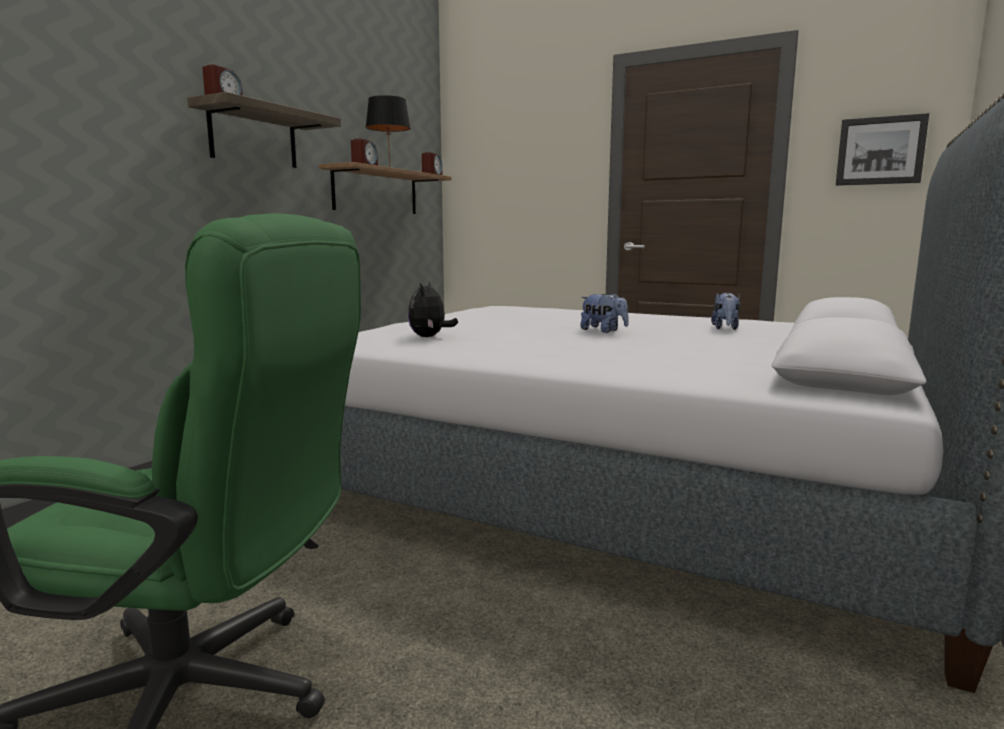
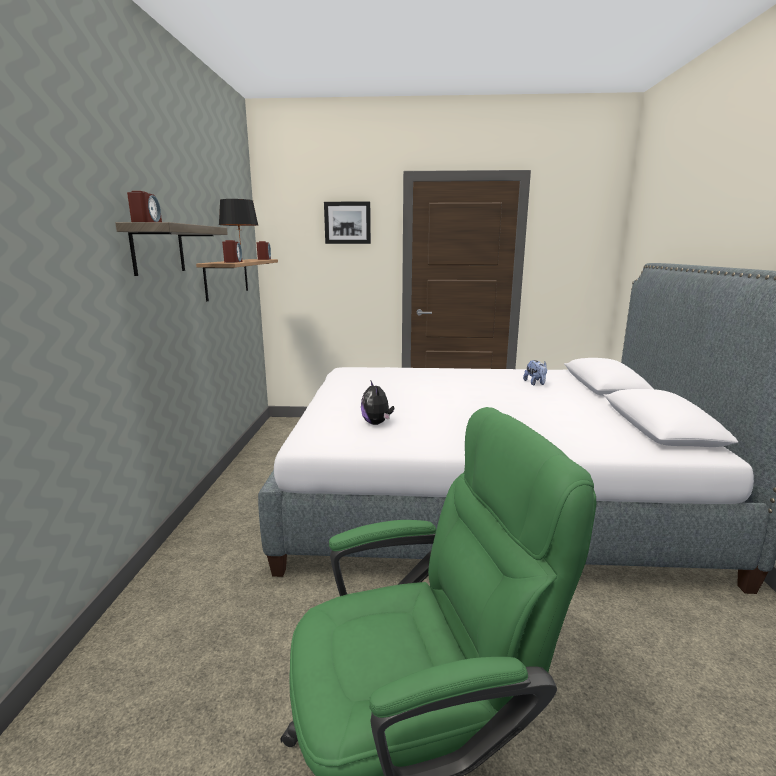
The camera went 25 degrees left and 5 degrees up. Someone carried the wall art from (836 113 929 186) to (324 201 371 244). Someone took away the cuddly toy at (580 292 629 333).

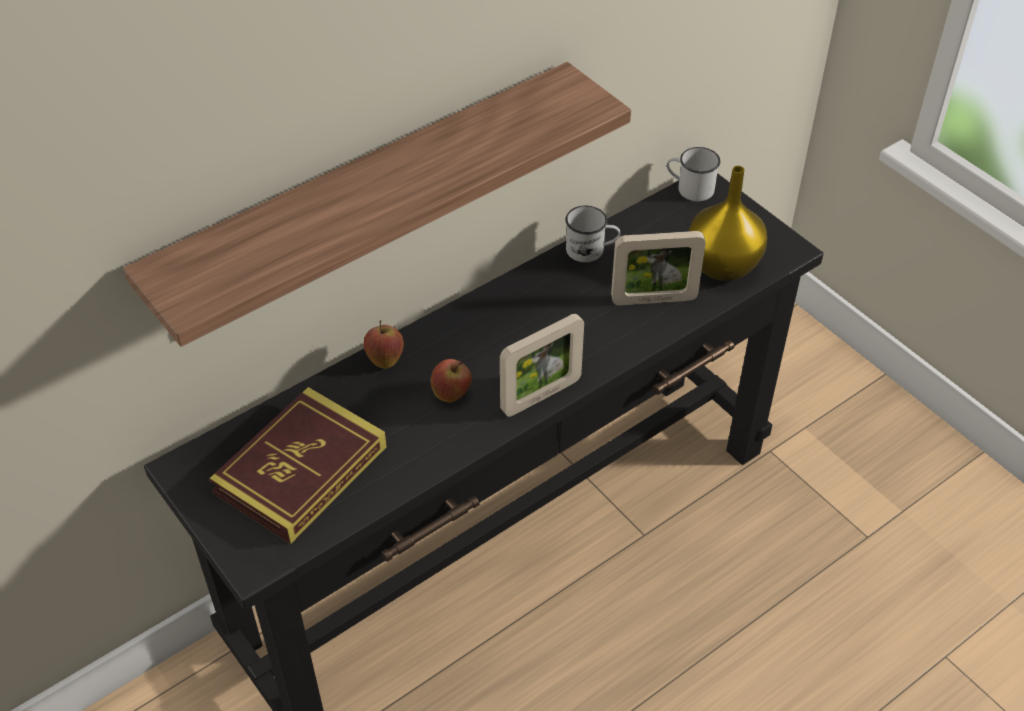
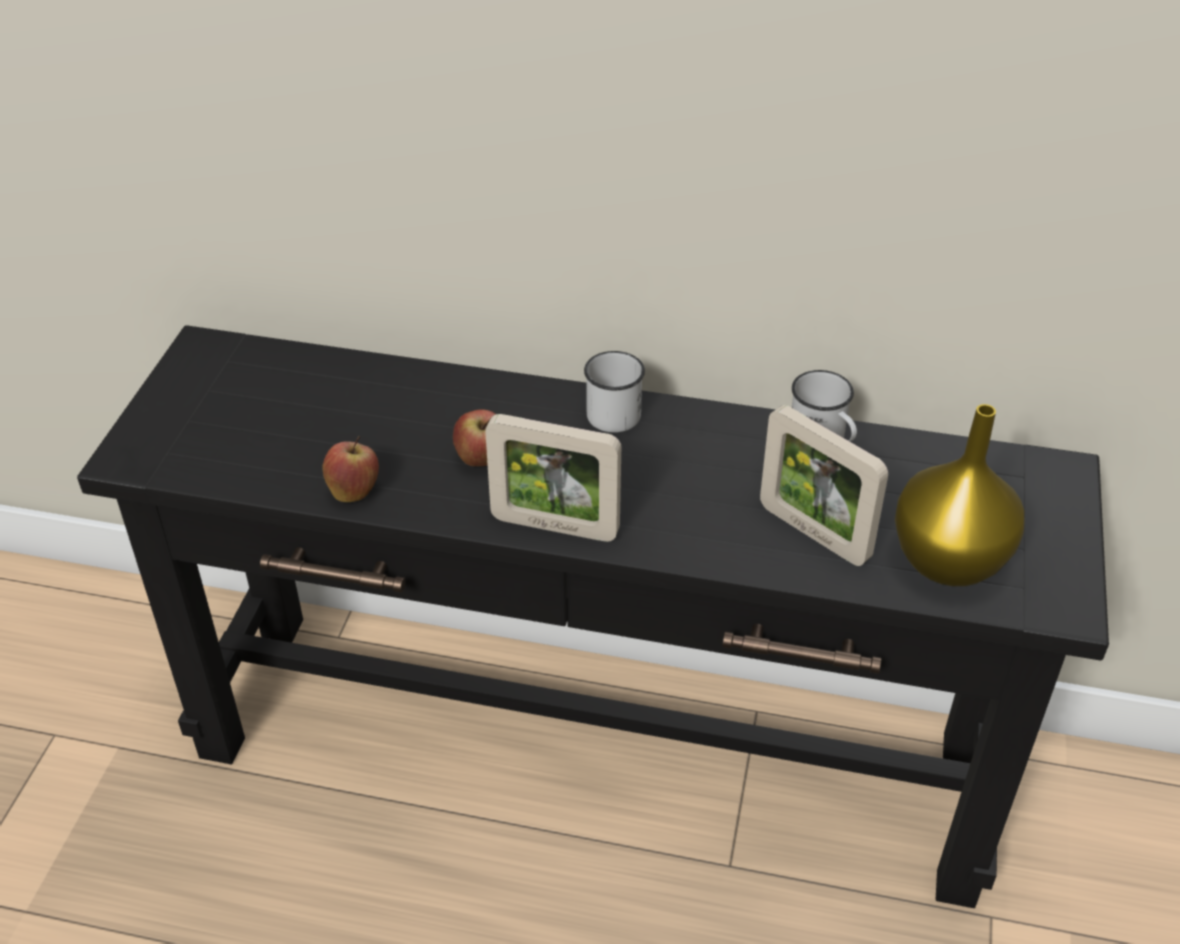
The camera went 50 degrees right and 5 degrees down. Someone carried the apple from (364 320 404 369) to (322 436 379 502). Someone carried the white mug from (667 147 721 201) to (584 351 645 433). Someone took away the wall shelf at (123 62 631 347). Someone took away the book at (209 387 387 544).

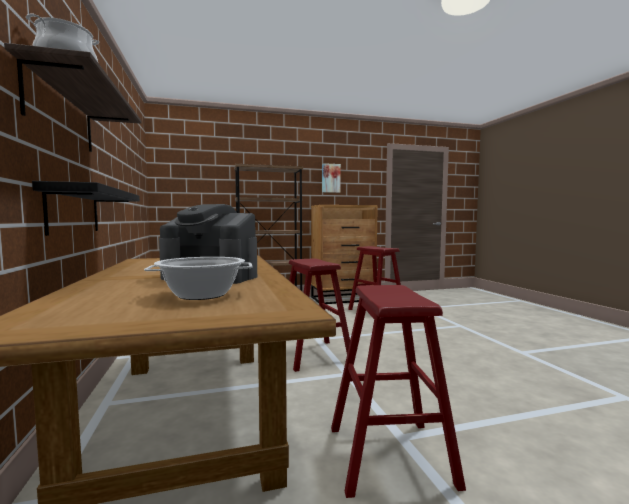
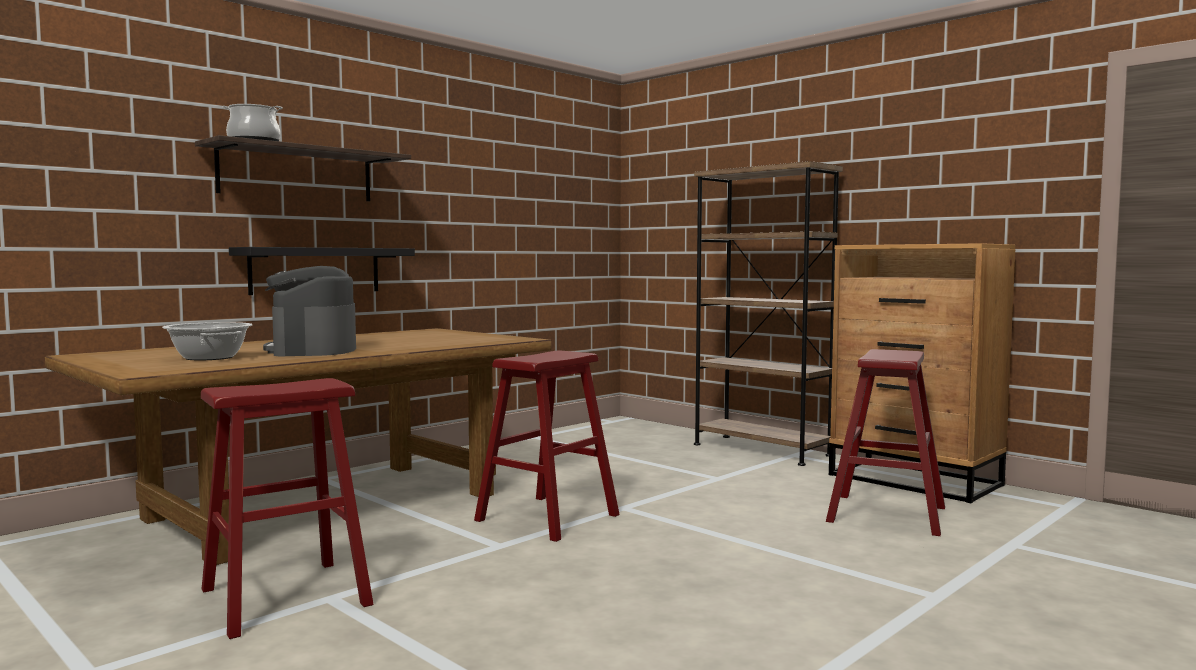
The camera went 60 degrees right and 0 degrees up. Someone took away the wall art at (322 163 341 193).

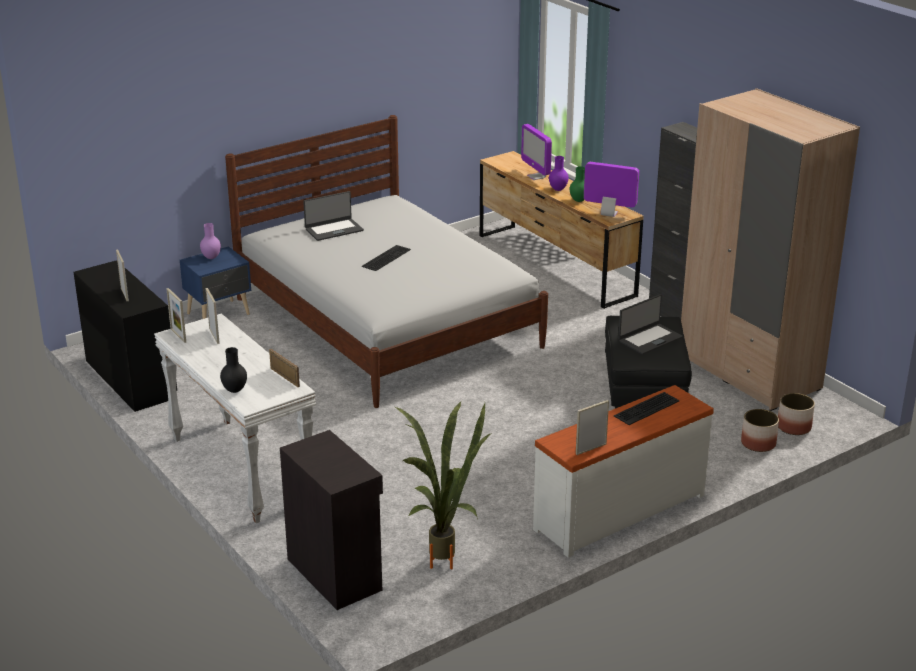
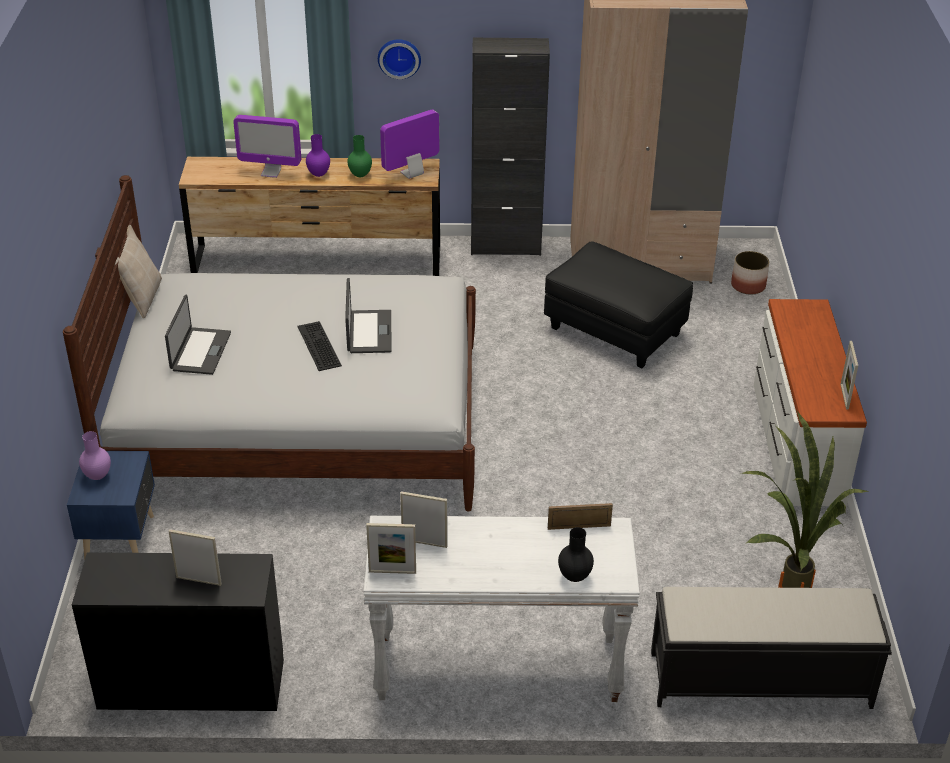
The camera went 55 degrees left and 10 degrees up. Someone put down the beige pillow at (114 225 162 318). Someone carried the notebook computer from (618 294 683 354) to (345 278 391 353). Someone put up the wall clock at (378 39 421 79). Someone swapped the black cabinet at (280 430 383 610) for the black bench at (651 587 892 709). Someone took away the keyboard at (614 392 680 425). Someone took away the planter at (741 409 779 452).

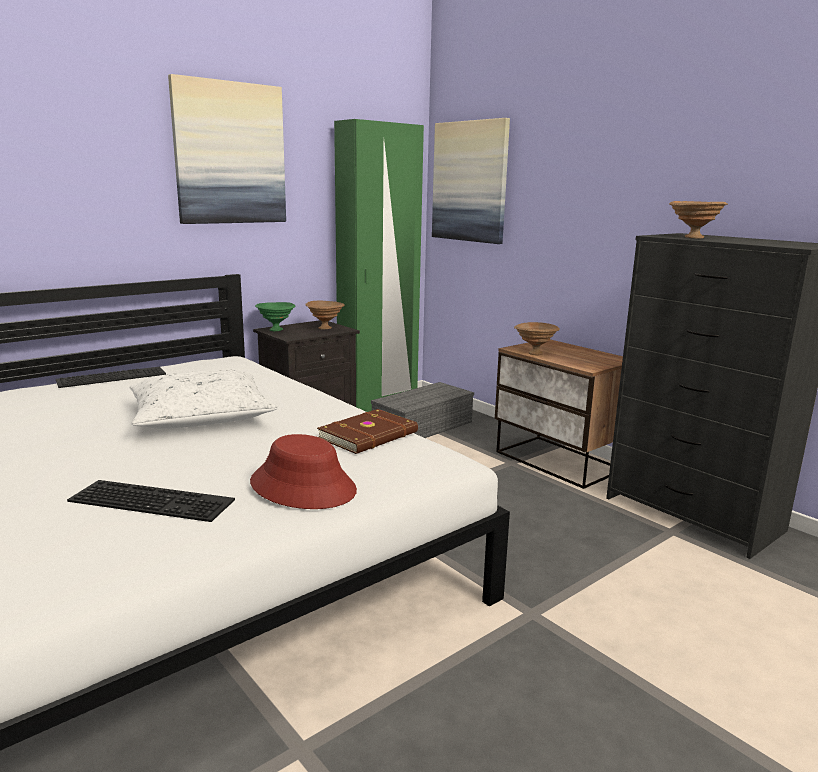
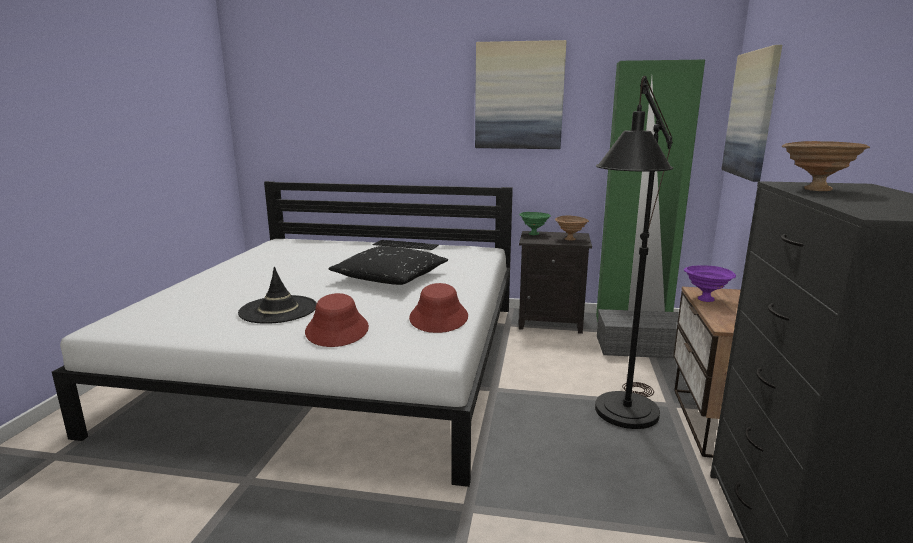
The camera went 50 degrees right and 0 degrees up. Someone swapped the keyboard at (67 480 235 522) for the black wearable hat at (238 267 317 324). Someone repainted the white pillow at (130 369 278 429), which became the black pillow at (328 246 448 285). Someone swapped the brown book at (317 409 418 454) for the red-coloured wearable hat at (409 283 468 333). Someone put down the black standard lamp at (595 76 673 429). Someone repainted the brown deep dish at (514 322 560 355), which became the purplish deep dish at (684 265 736 302).

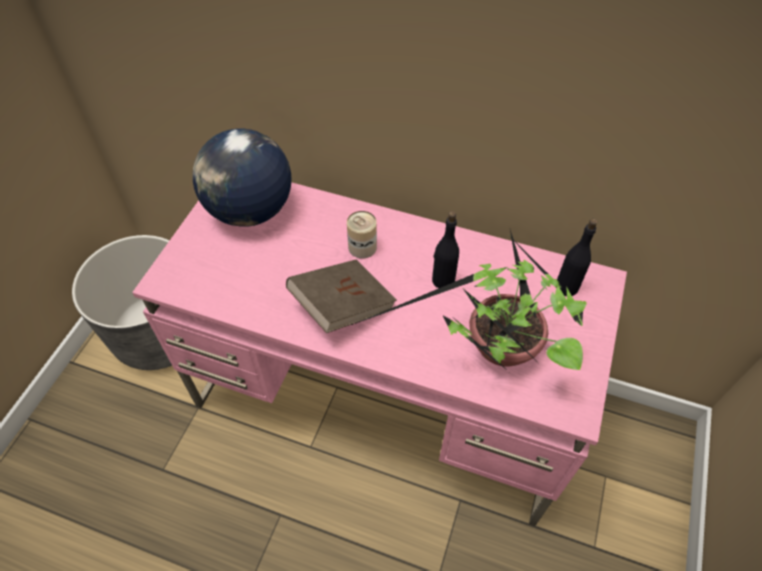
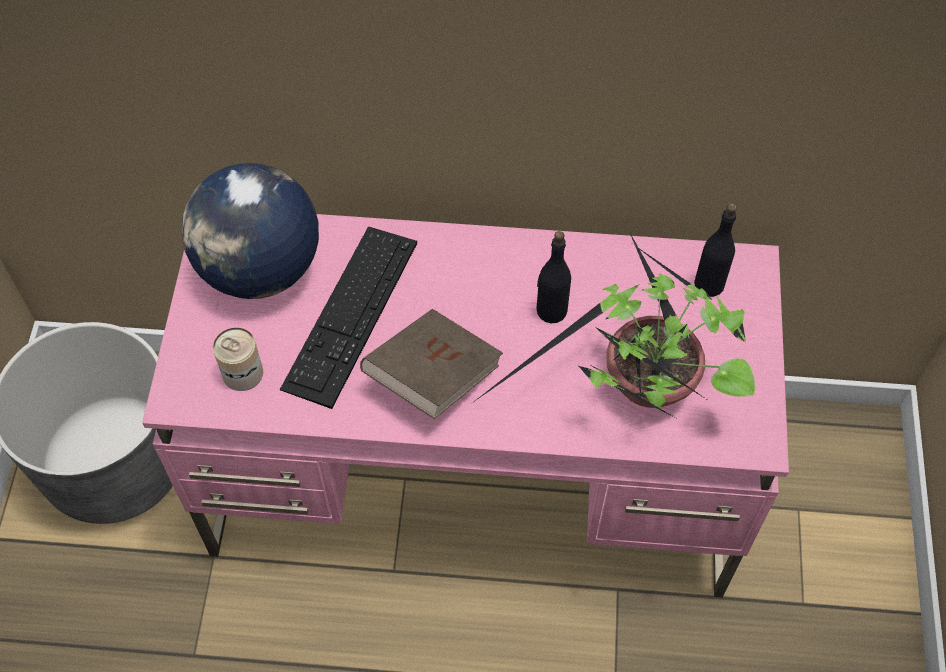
The camera went 15 degrees left and 5 degrees up. Someone carried the metal can from (347 211 377 259) to (213 328 263 391). Someone put down the keyboard at (280 226 417 409).

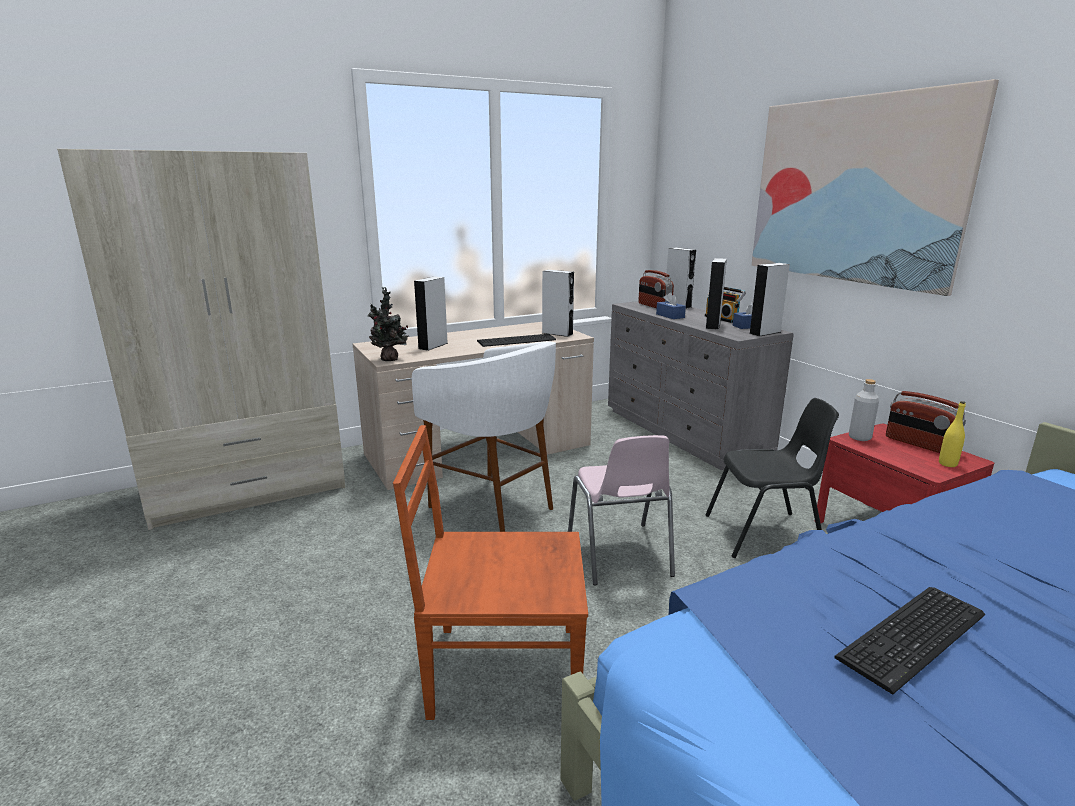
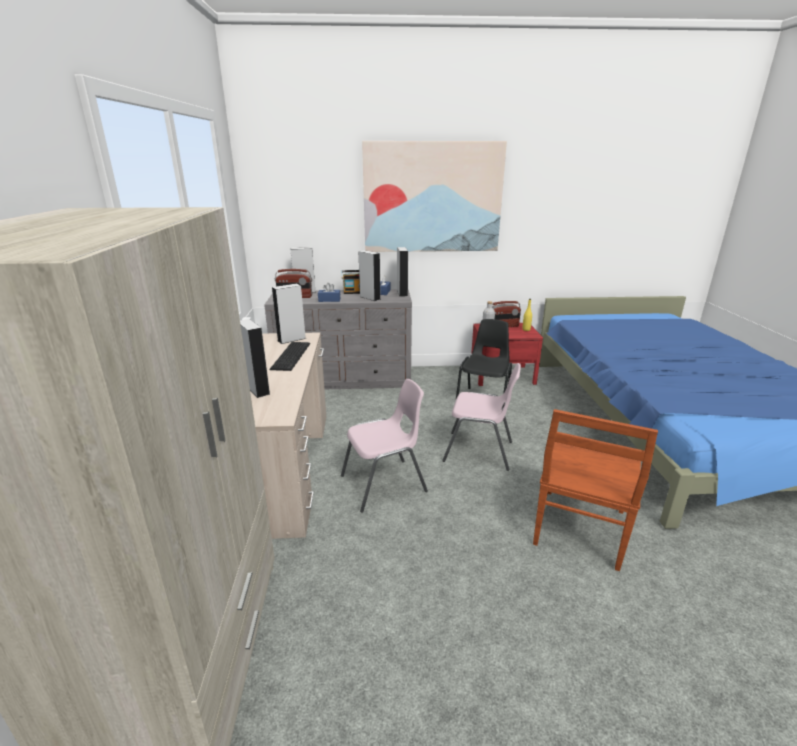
The camera went 65 degrees left and 5 degrees up. Someone swapped the white stool at (412 341 556 532) for the pinkish plain chair at (341 379 428 513). Someone took away the houseplant at (367 287 409 361). Someone took away the keyboard at (834 587 985 695).

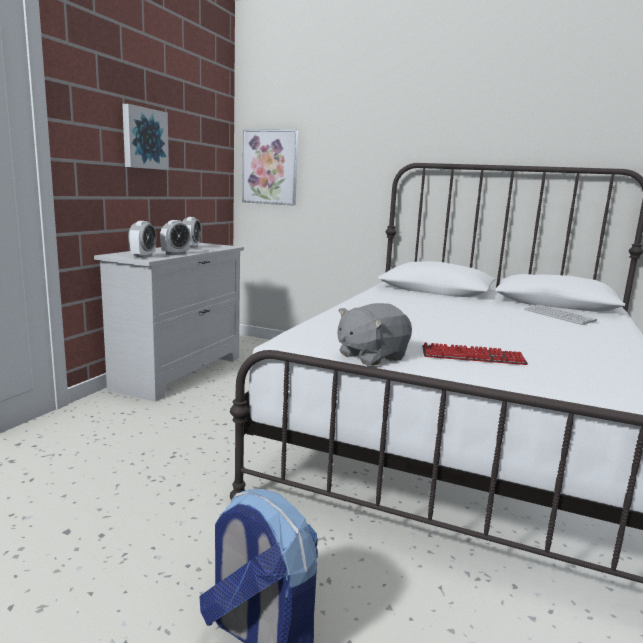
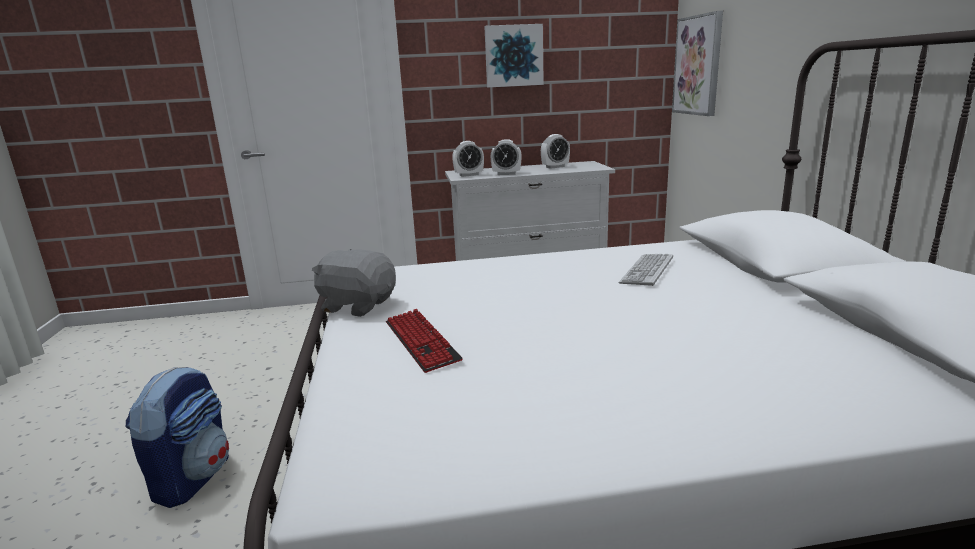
The camera went 60 degrees right and 5 degrees up. Someone carried the keyboard from (524 305 597 325) to (619 254 673 286).

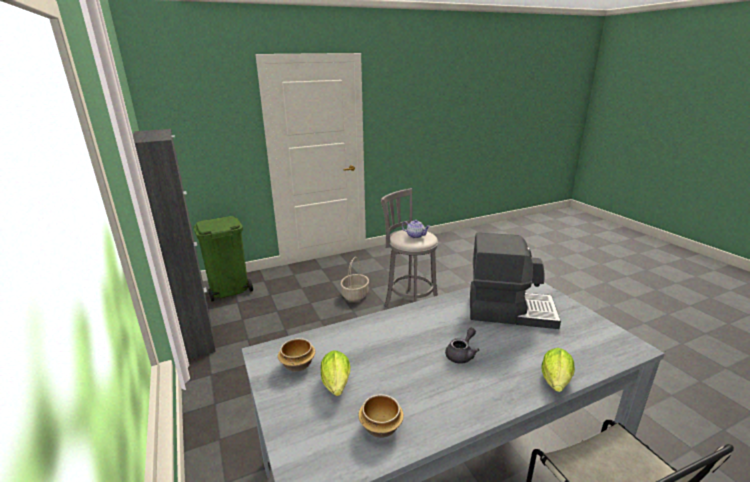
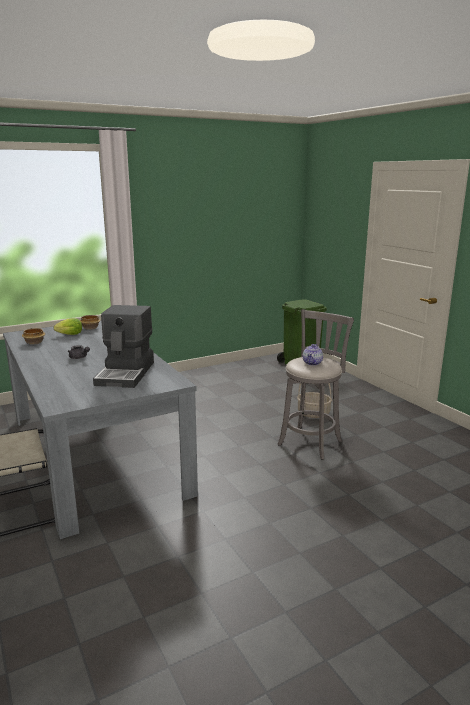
The camera went 85 degrees right and 5 degrees down. Someone took away the black cabinet at (133 129 216 359). Someone took away the head of lettuce at (542 348 575 392).

